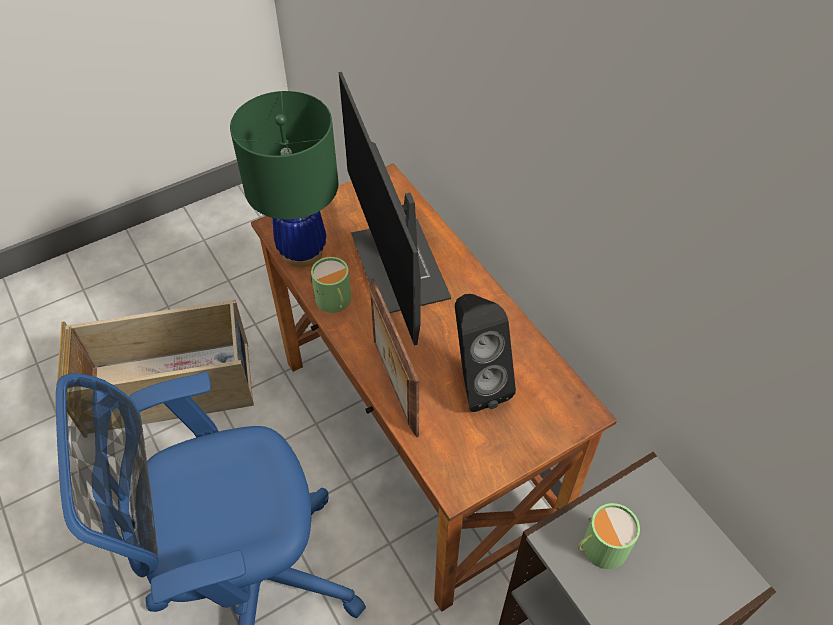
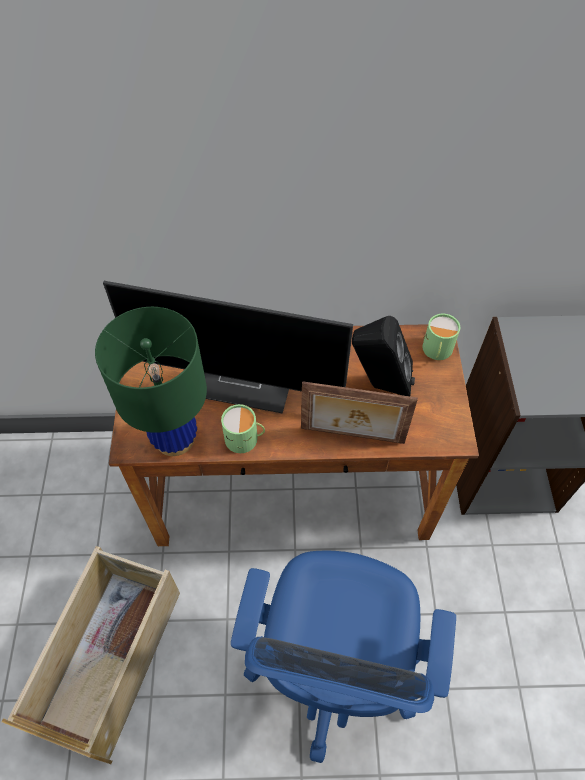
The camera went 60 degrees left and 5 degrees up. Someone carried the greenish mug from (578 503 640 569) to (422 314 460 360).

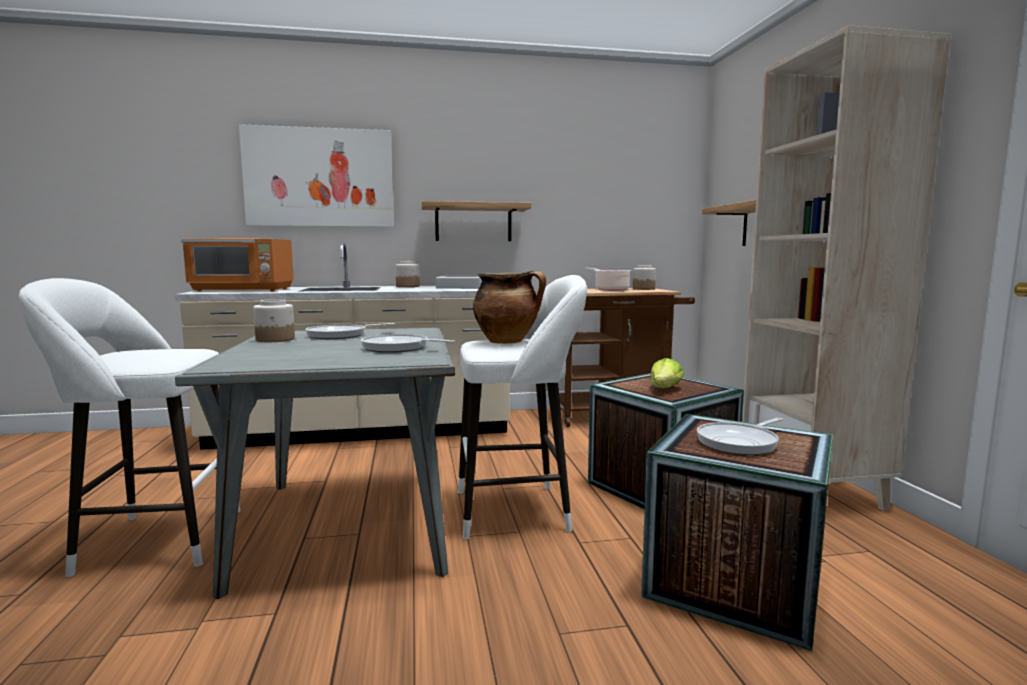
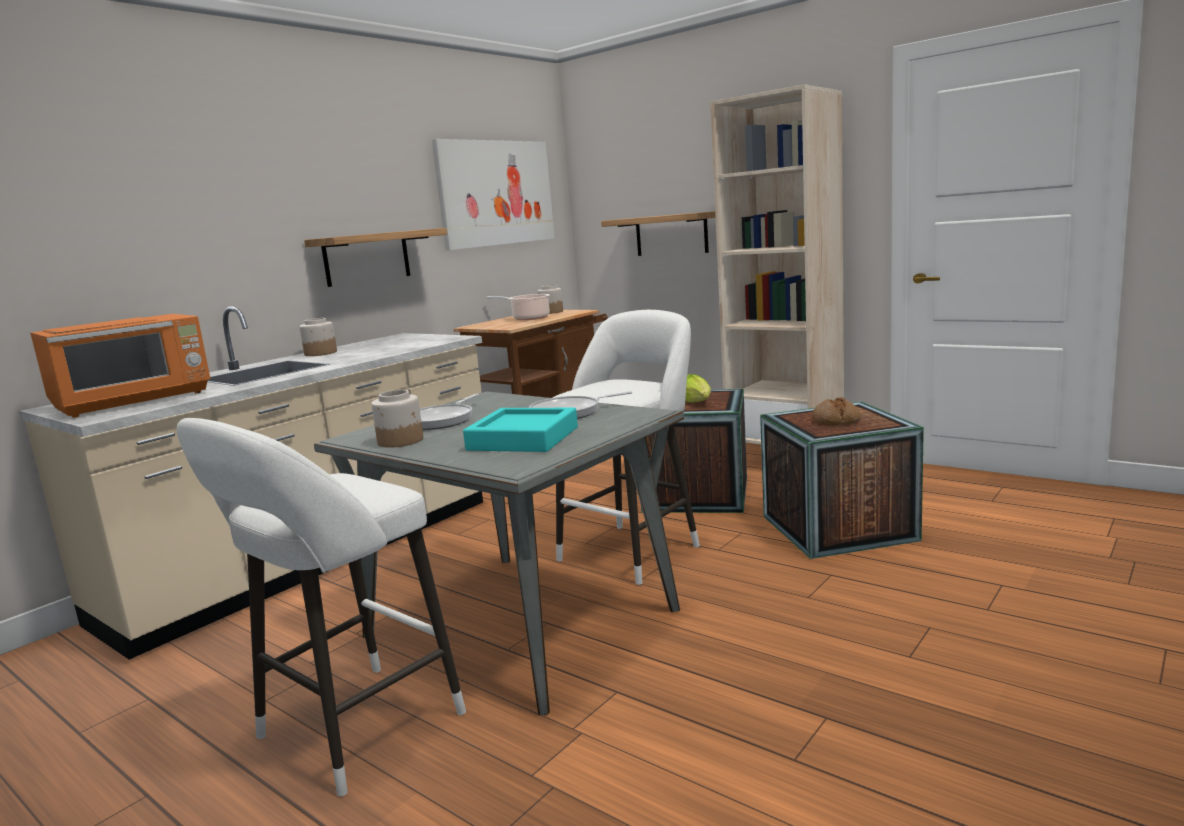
The camera went 40 degrees left and 5 degrees up. Someone carried the wall art from (239 124 394 227) to (432 139 555 250). Someone put down the turquoise-coloured serving tray at (463 408 578 452). Someone swapped the frying pan at (697 418 783 455) for the baked bread at (812 397 861 425). Someone took away the grey serving tray at (436 276 482 289). Someone took away the saucepot at (473 271 546 344).

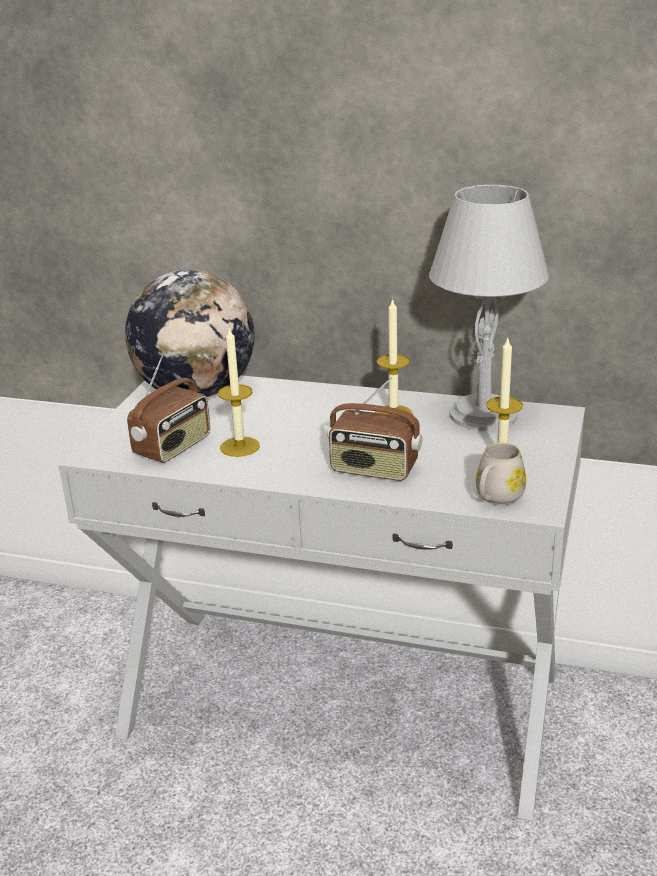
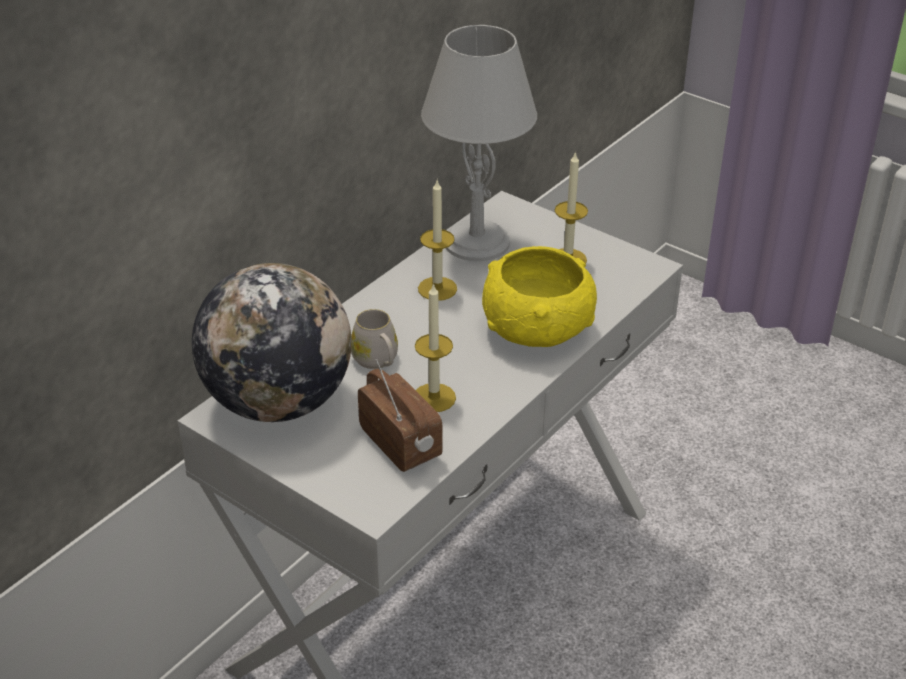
The camera went 70 degrees left and 10 degrees up. Someone carried the white mug from (476 443 526 505) to (351 309 398 369). Someone swapped the radio at (327 377 422 481) for the yellow deep dish at (482 246 597 347).

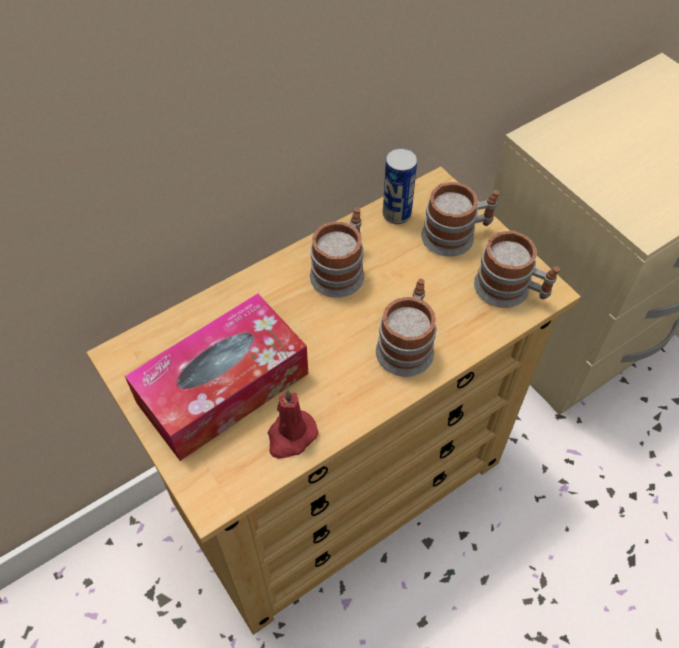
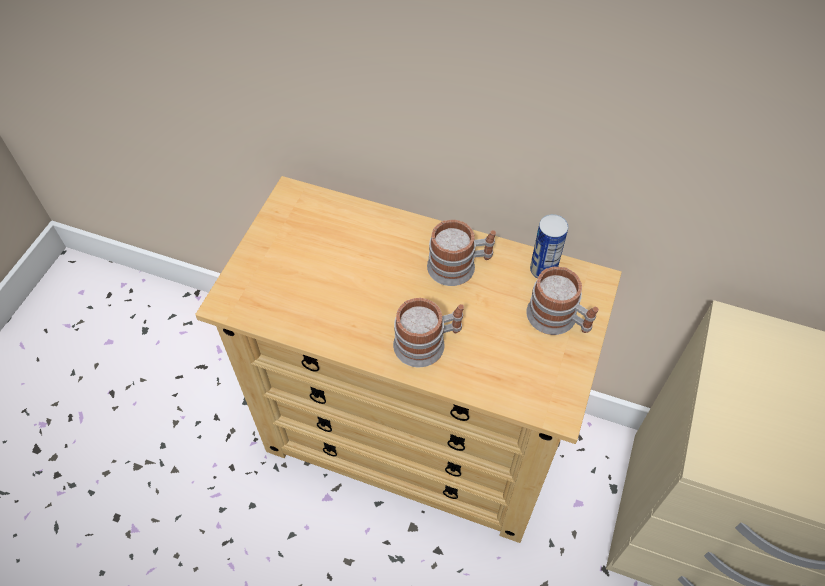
The camera went 55 degrees right and 0 degrees up. Someone took away the box of tissues at (125 293 308 461). Someone took away the red-coloured wax candle at (268 390 318 459). Someone took away the mug at (474 230 560 308).

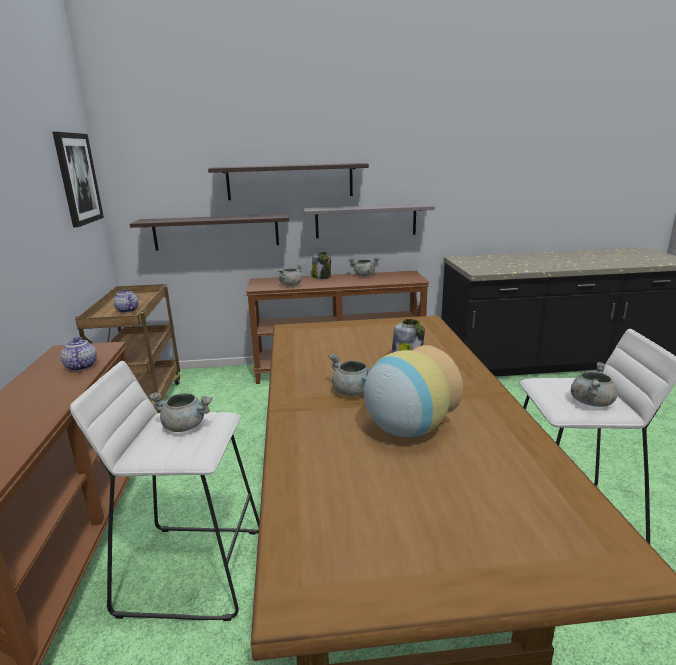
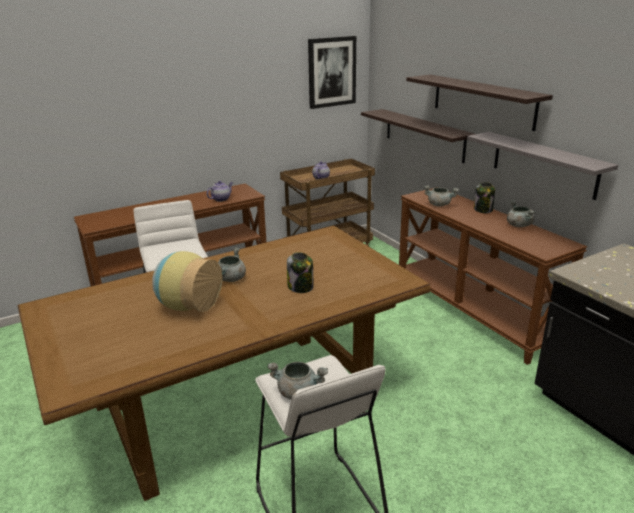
The camera went 65 degrees right and 5 degrees up. Someone took away the grey saucepot at (149 392 213 432).

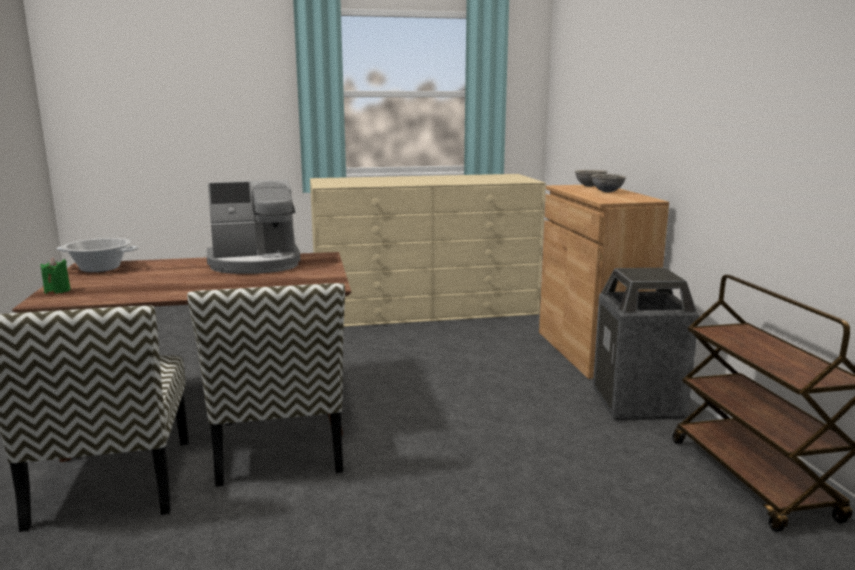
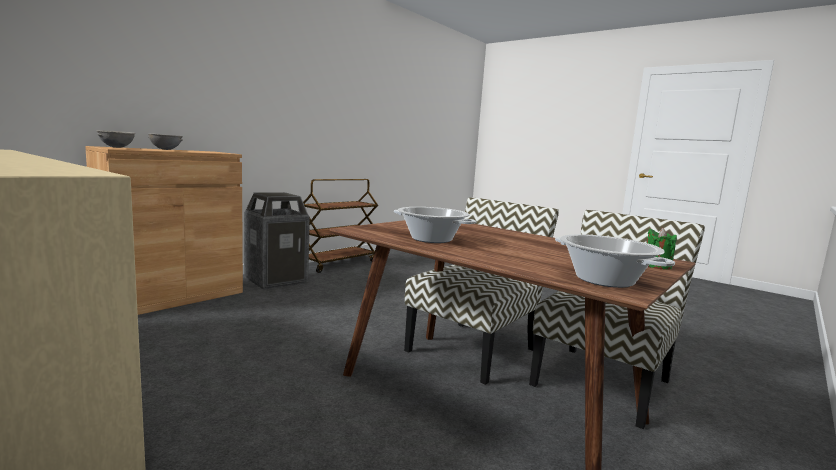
The camera went 130 degrees left and 5 degrees down. Someone swapped the coffee machine at (207 180 301 274) for the saucepot at (394 207 477 243).

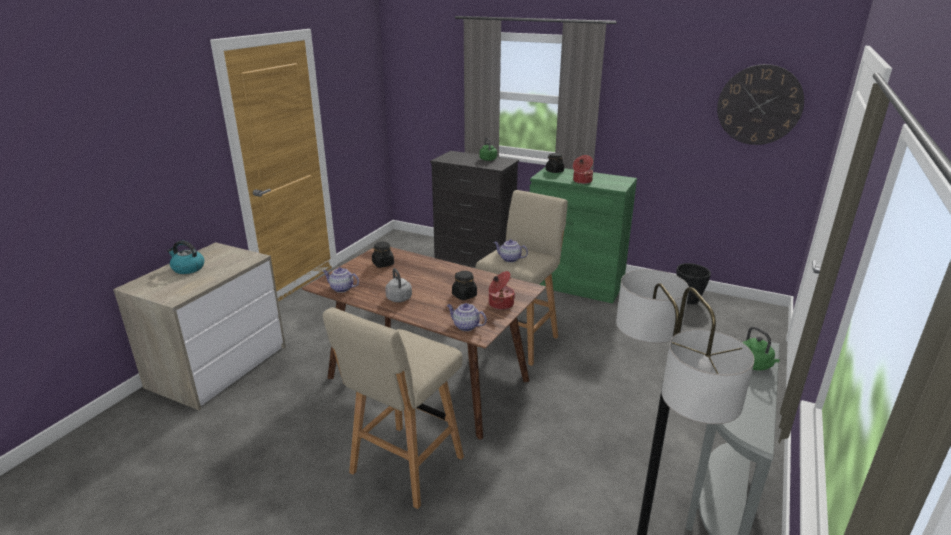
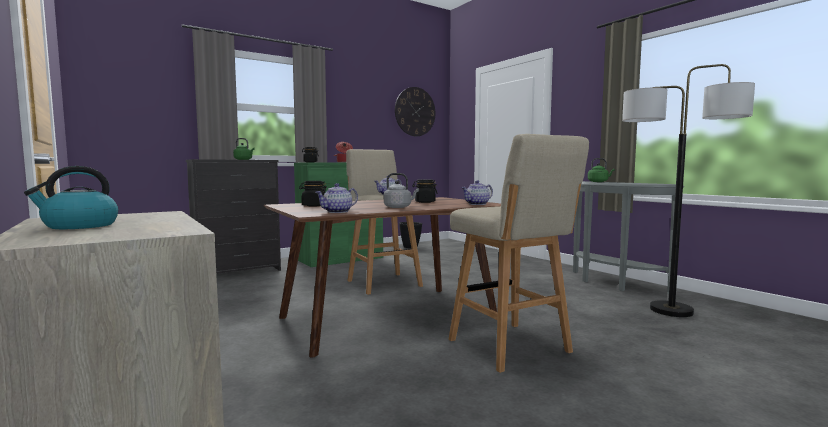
The camera went 60 degrees left and 20 degrees down. Someone took away the saucepot at (489 271 515 310).

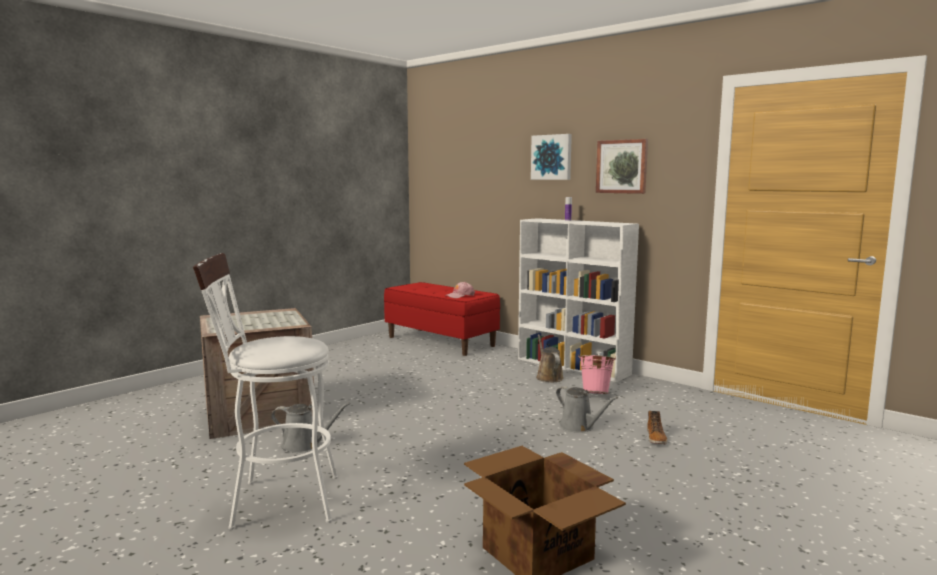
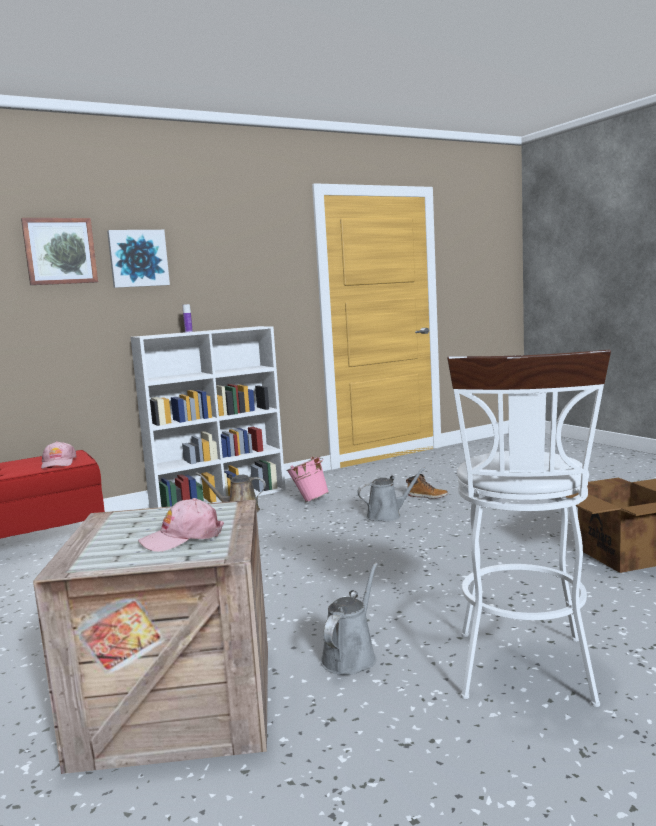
The camera went 70 degrees left and 0 degrees up. Someone carried the wall art from (596 139 648 194) to (21 218 98 285). Someone put down the pinkish peaked cap at (138 498 224 552).

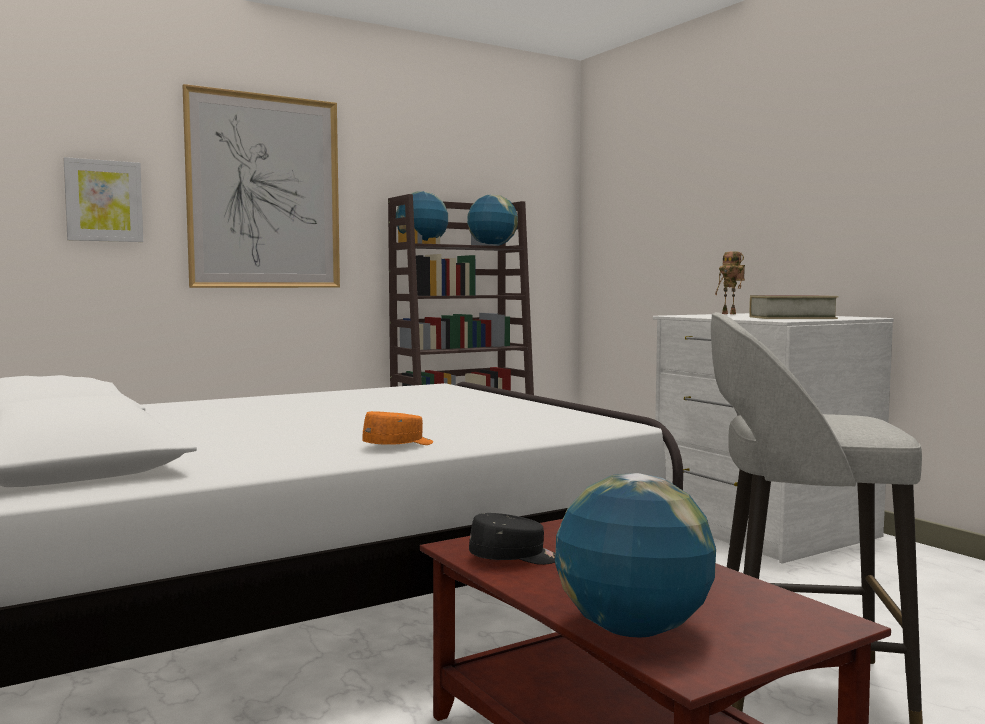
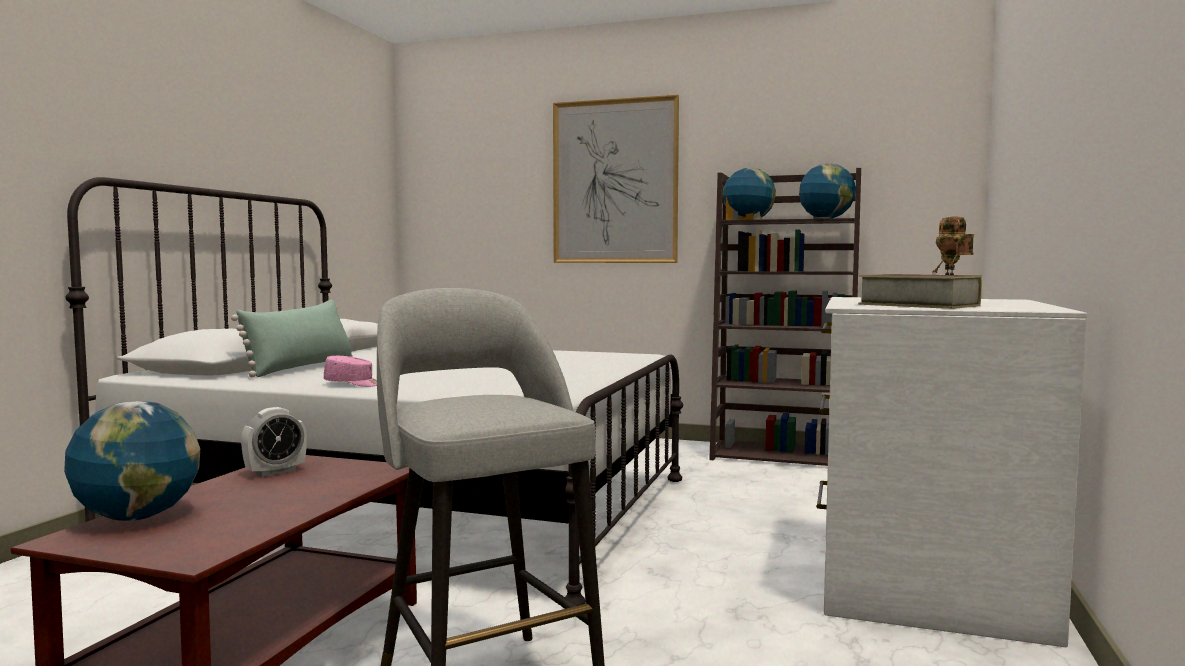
The camera went 50 degrees right and 0 degrees up. Someone put down the greenish pillow at (231 300 353 377). Someone swapped the black peaked cap at (469 513 555 565) for the table clock at (241 407 307 477). Someone repainted the orange peaked cap at (362 411 433 445), which became the pinkish peaked cap at (324 356 377 387). Someone took away the wall art at (64 157 143 242).

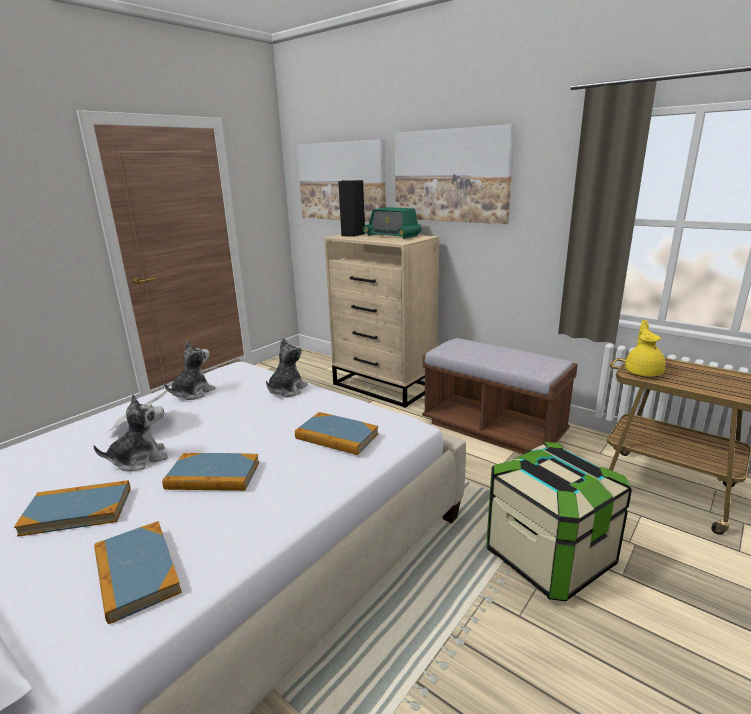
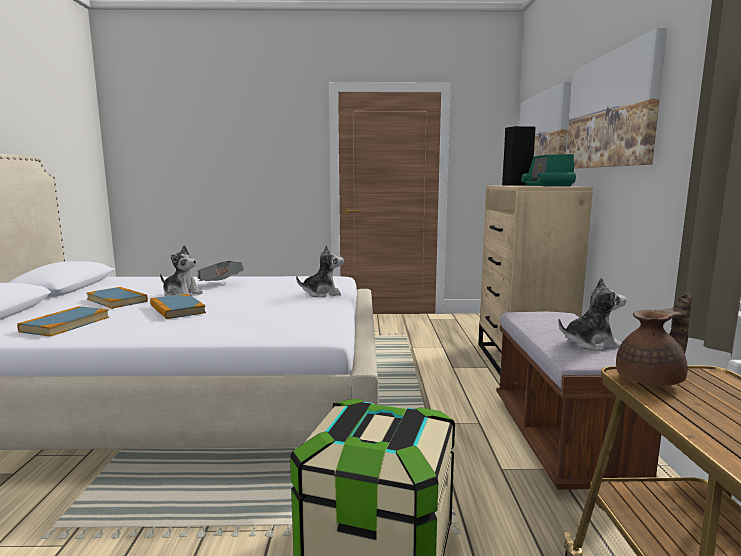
The camera went 50 degrees right and 10 degrees down. Someone carried the cuddly toy from (164 341 216 400) to (558 278 626 351). Someone repainted the yellow tea pot at (625 320 665 376), which became the brown tea pot at (616 293 692 386). Someone took away the book at (295 412 379 455).

